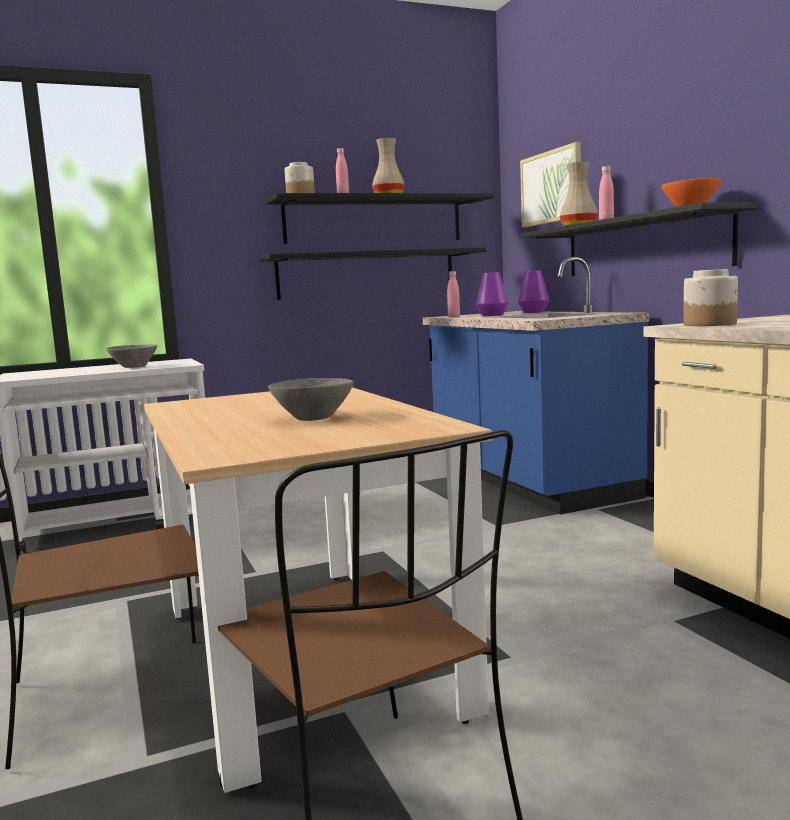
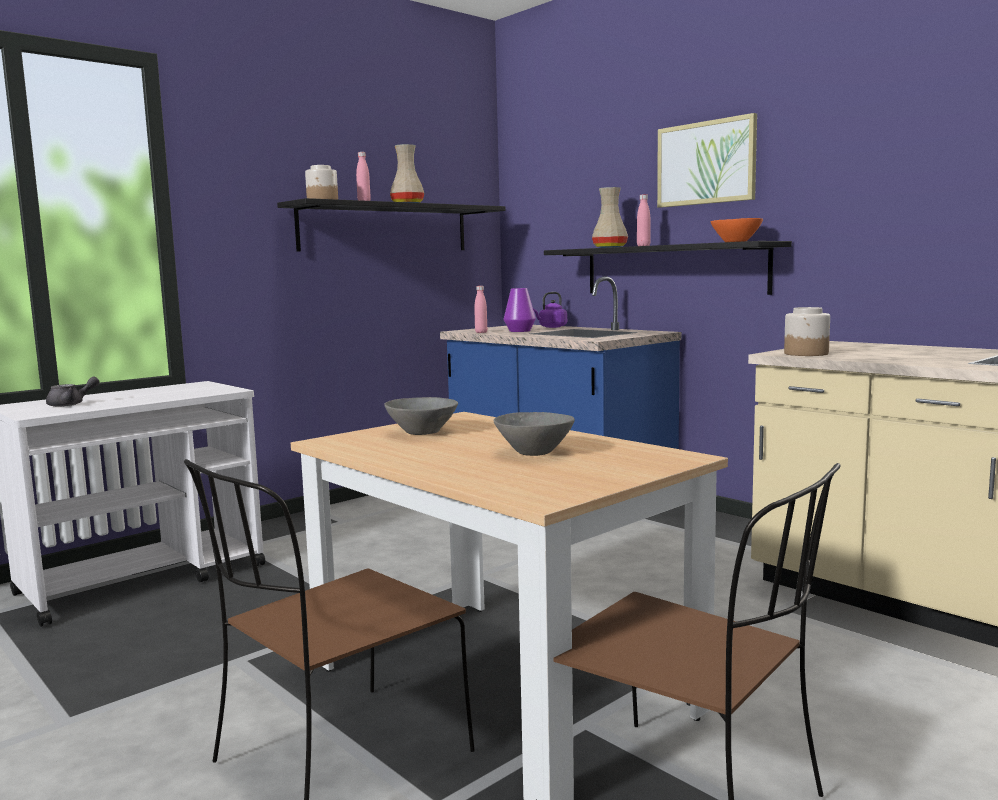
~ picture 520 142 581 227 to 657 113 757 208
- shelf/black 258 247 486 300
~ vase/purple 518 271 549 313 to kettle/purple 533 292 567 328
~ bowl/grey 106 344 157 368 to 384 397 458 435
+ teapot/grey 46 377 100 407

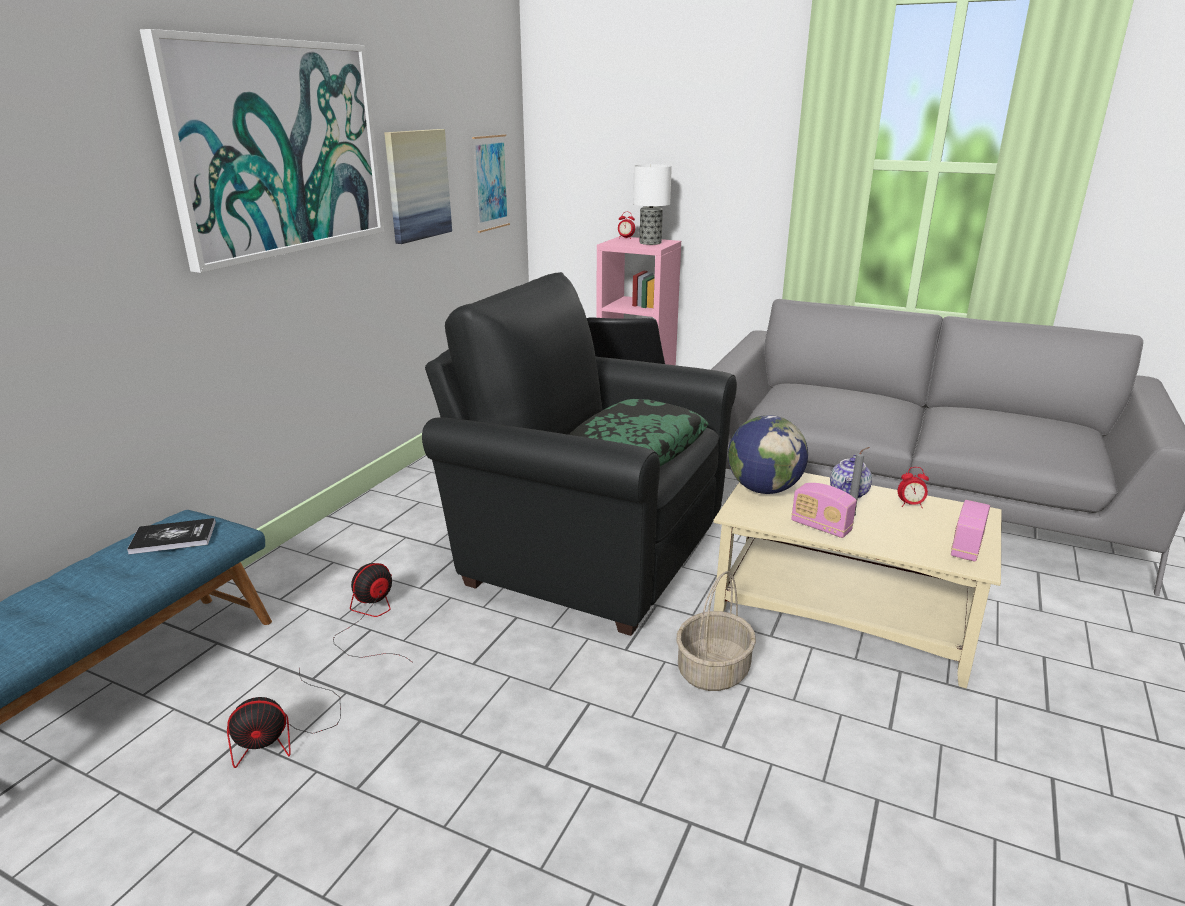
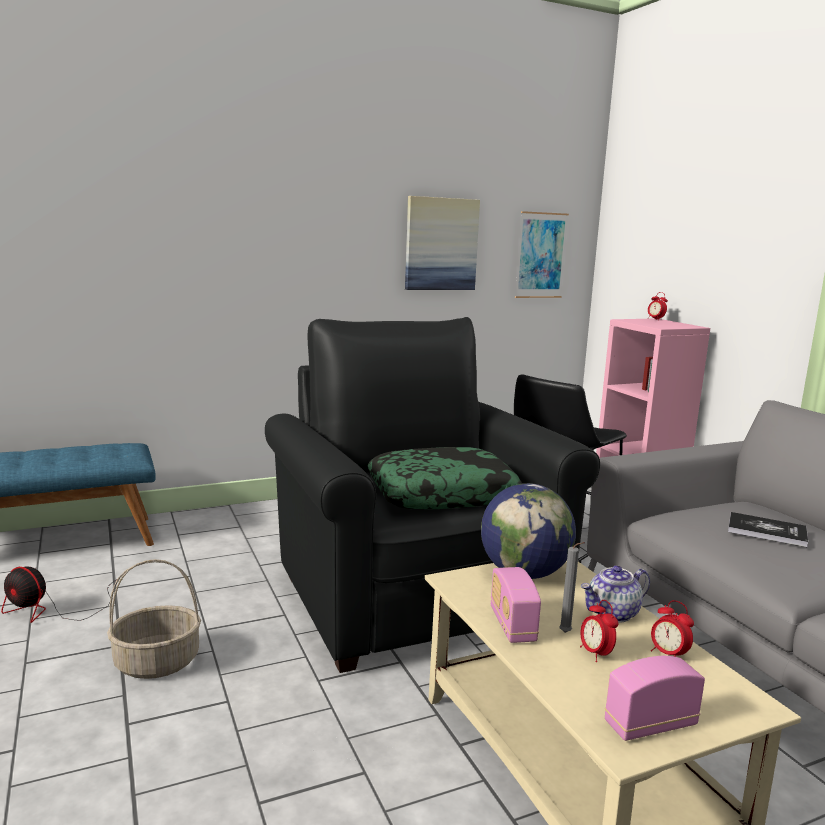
- picture 140 29 384 273
- table lamp 633 164 672 245
~ book 127 518 216 555 to 728 512 808 547
- fan 333 563 413 663
~ basket 676 571 756 691 to 107 559 201 679
+ alarm clock 580 600 618 662

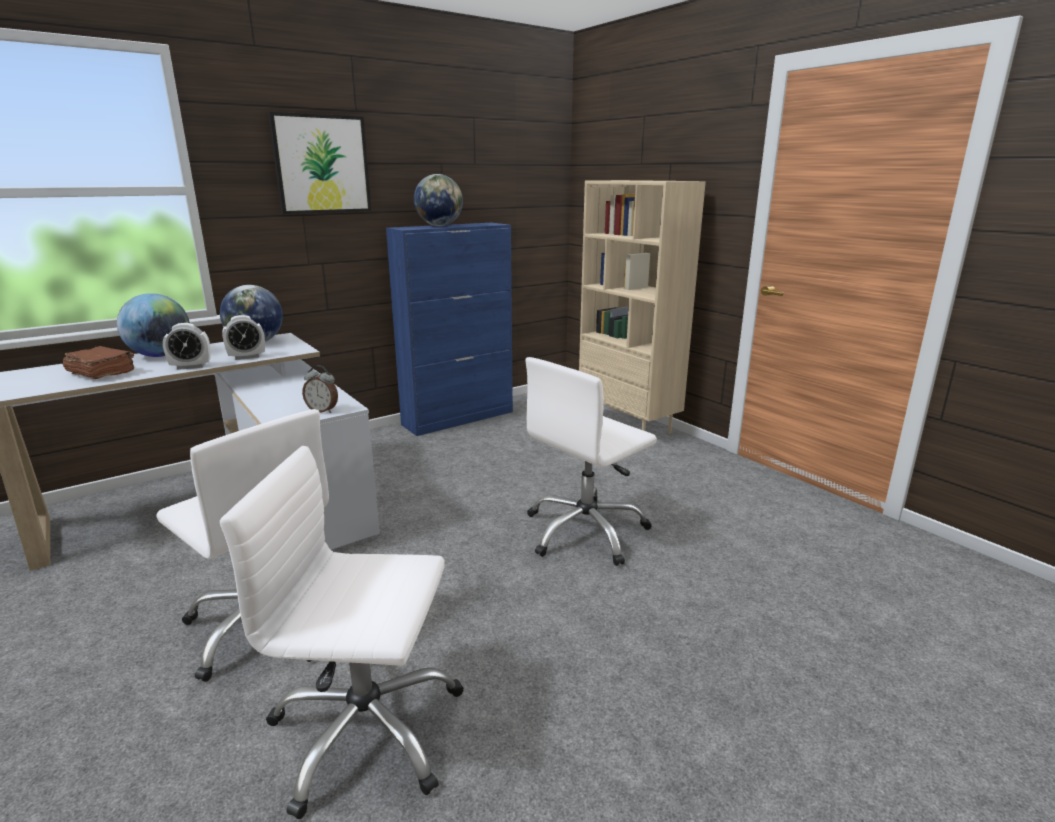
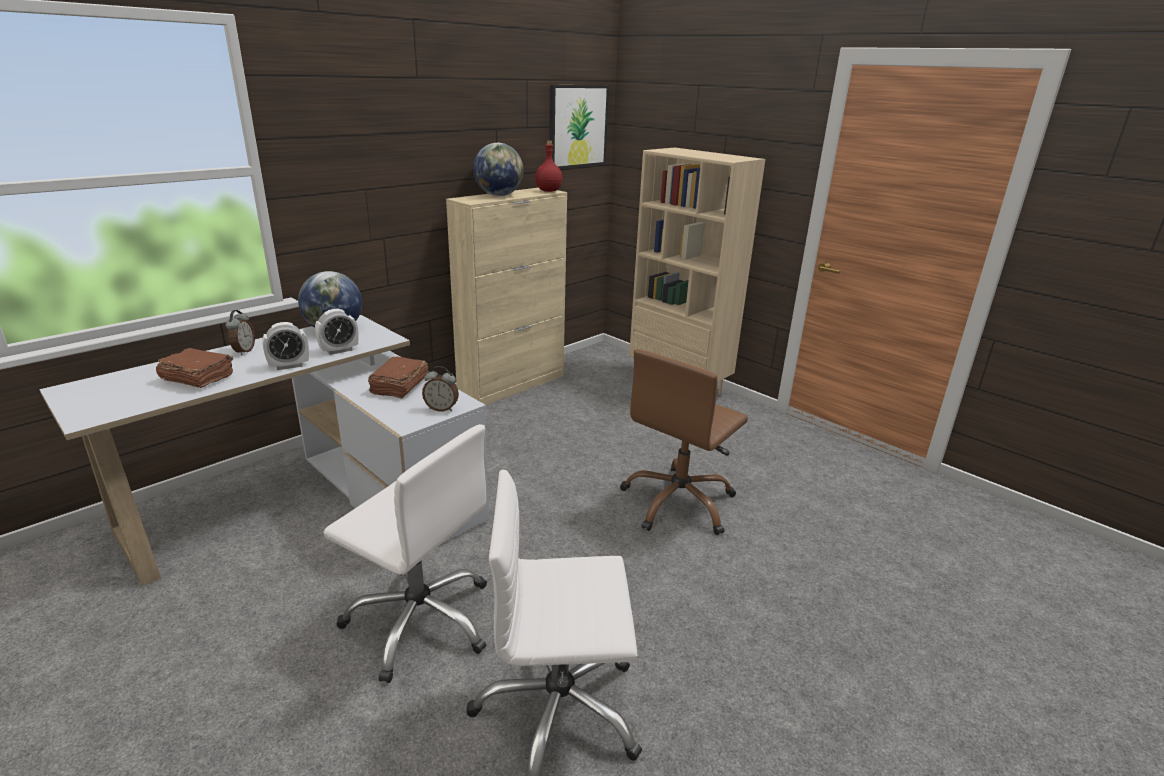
~ picture 268 112 372 214 to 549 85 609 169
~ cabinet/blue 386 223 513 436 to cabinet/beige 446 188 567 405
~ globe 117 293 190 357 to alarm clock 226 310 255 355
~ office chair/white 525 357 657 566 to office chair/brown 620 349 748 535
+ bottle/red 535 141 563 192
+ book/brown 368 356 428 399

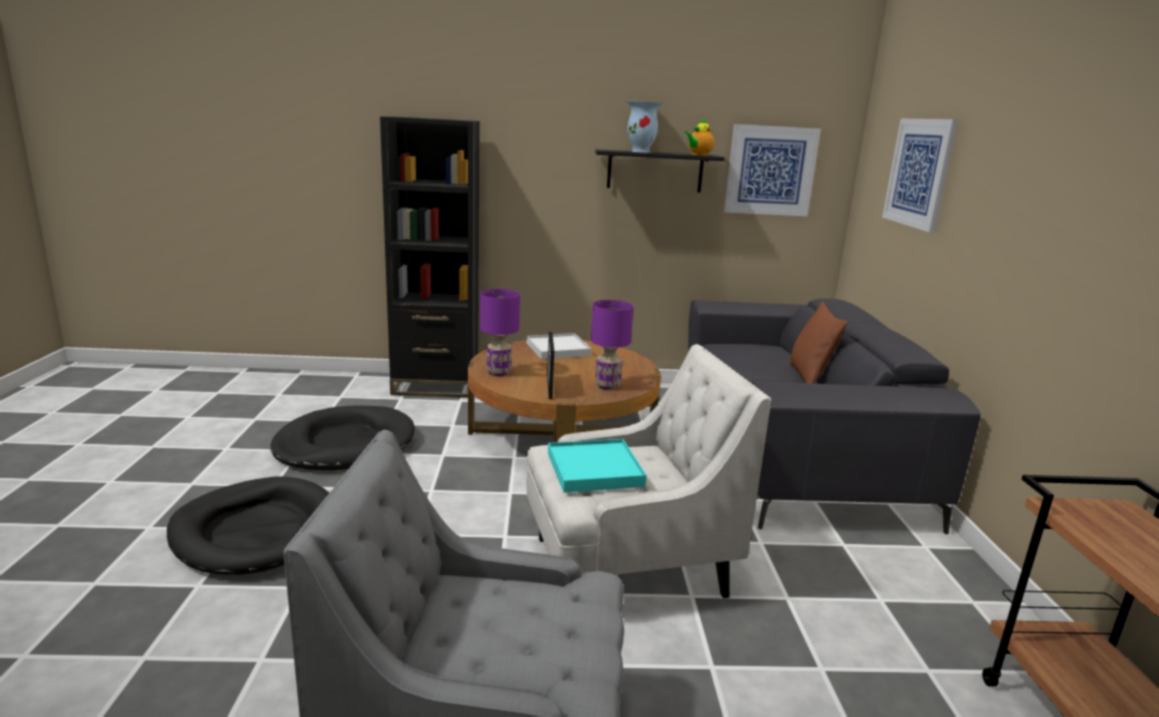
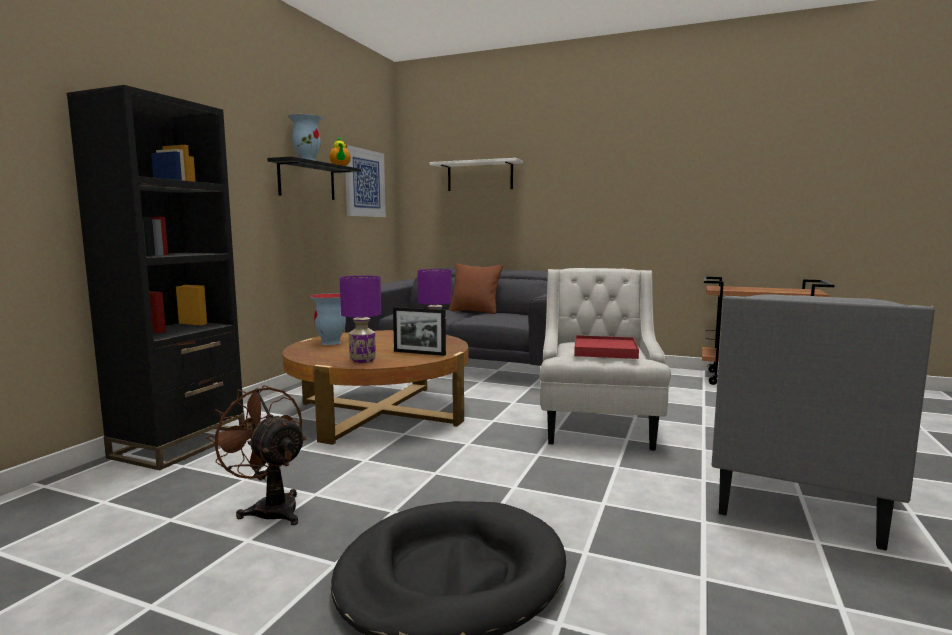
~ picture 882 119 958 233 to shelf/white 430 158 523 191
~ tray/white 527 333 592 360 to vase 310 294 346 345
~ dog bed/black 270 405 415 470 to fan/brown 206 385 306 525
~ tray/turquoise 548 439 647 493 to tray/red 574 335 639 359

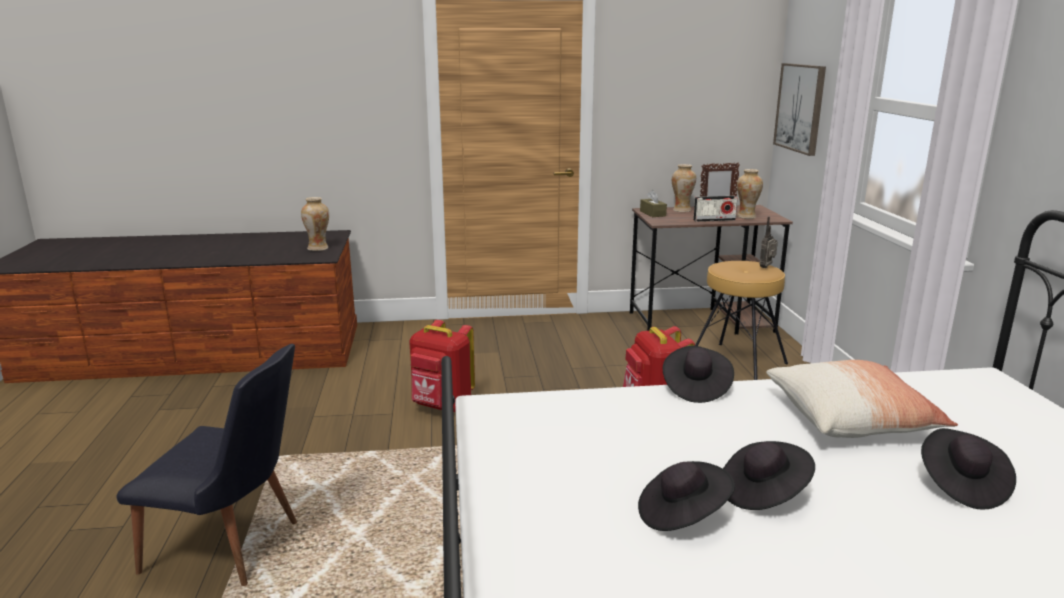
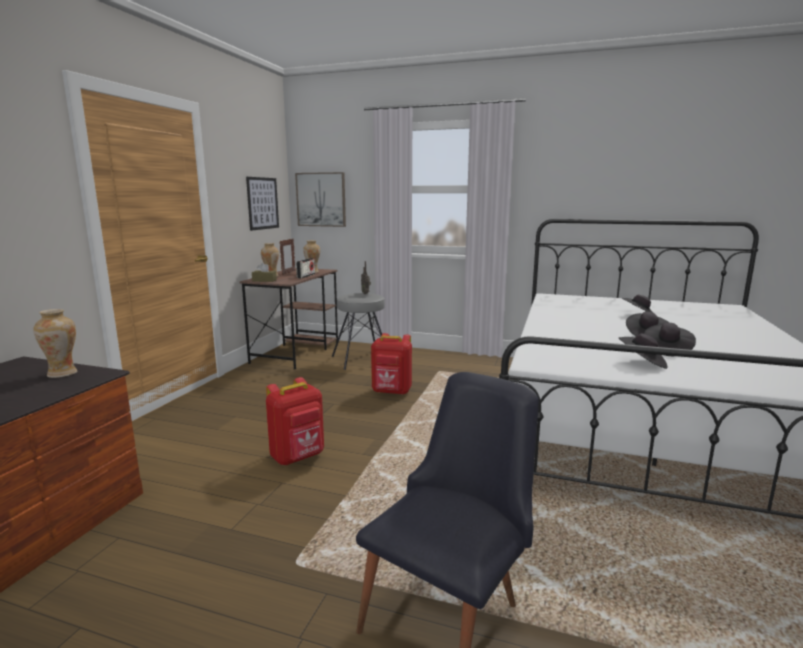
~ stool/brown 695 261 788 380 to stool/grey 332 293 385 370
~ hat/black 663 346 734 403 to 619 334 668 369
- pillow 766 360 958 438
+ picture 246 177 279 231

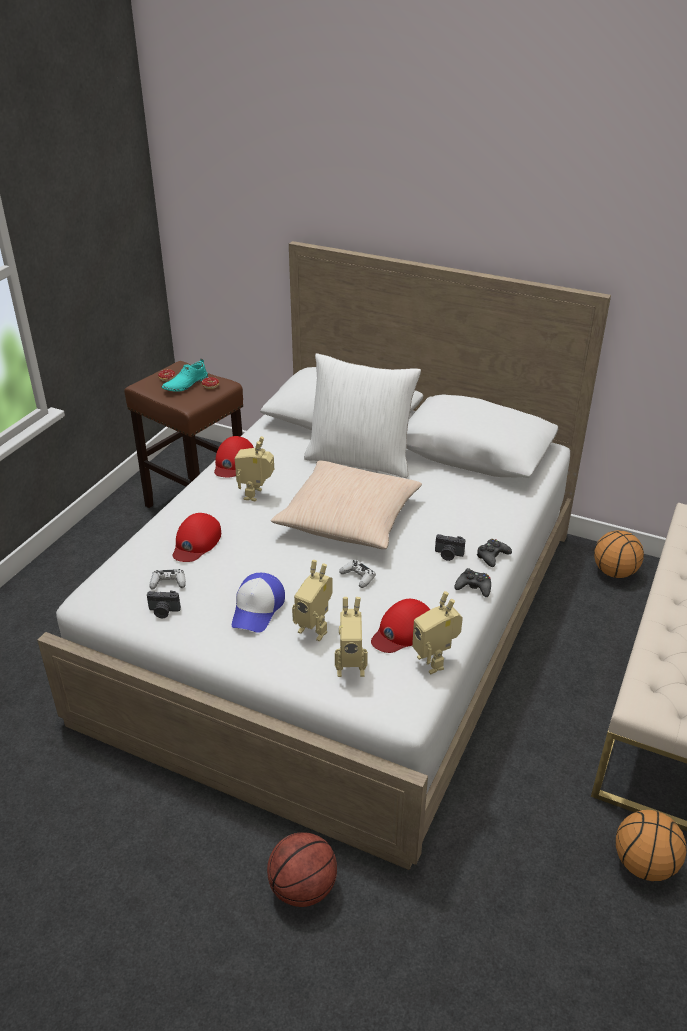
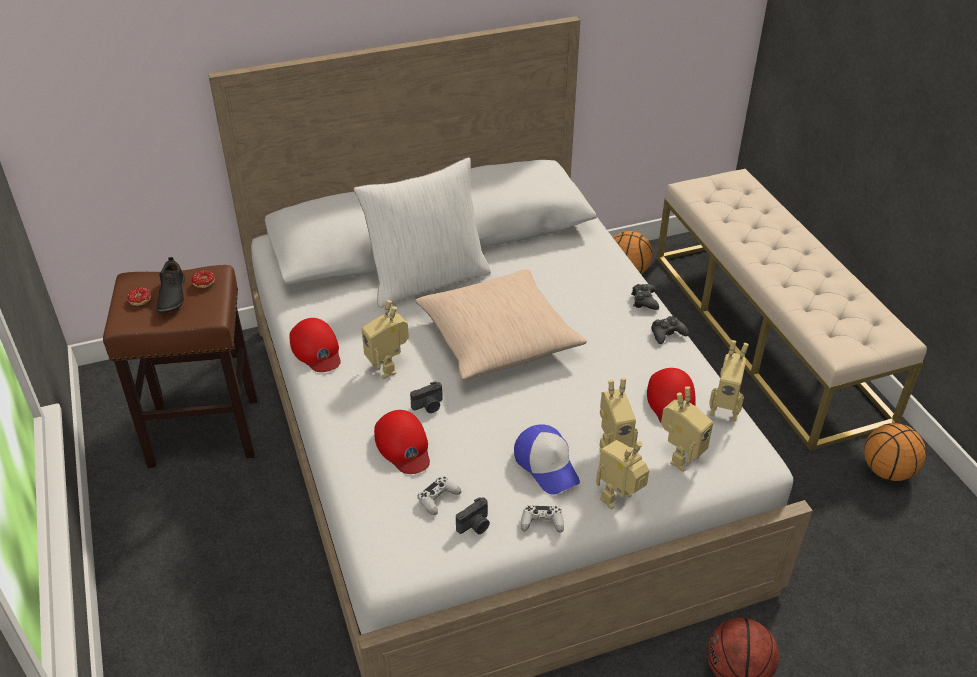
~ shoe/turquoise 162 359 208 392 to shoe/black 156 257 185 313
~ photo camera 435 534 465 561 to 410 381 443 413
~ game controller/white 339 560 376 588 to 521 505 564 533
+ toy robot 596 440 649 509

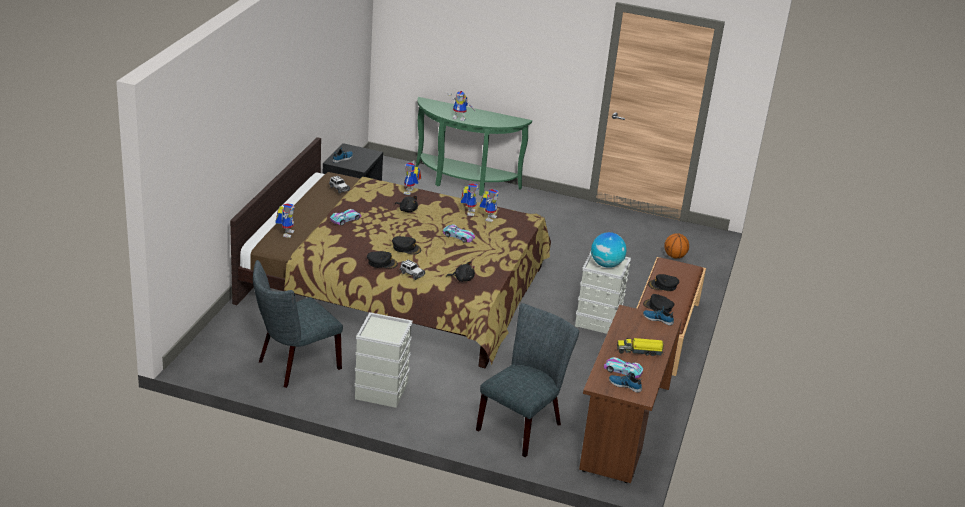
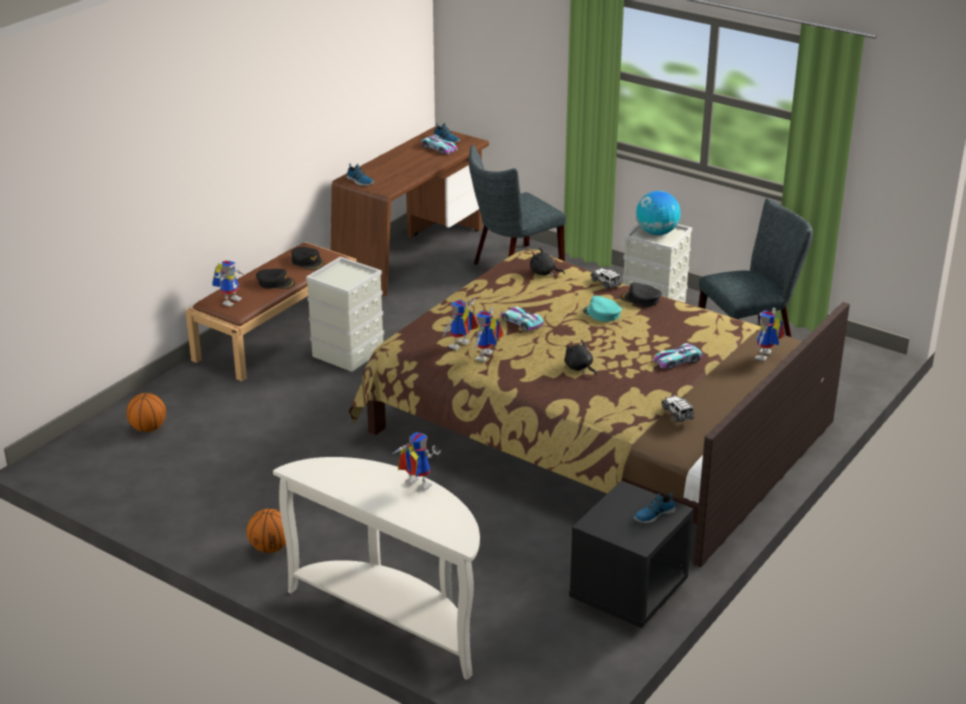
~ console table/green 416 97 532 196 to console table/white 273 457 480 680
~ toy robot 403 161 421 195 to 212 261 244 307
~ globe 591 232 626 268 to 636 191 680 235
~ cap/black 392 236 421 255 to cap/turquoise 582 295 622 322
- toy truck 617 338 664 356
+ basketball 247 509 286 553

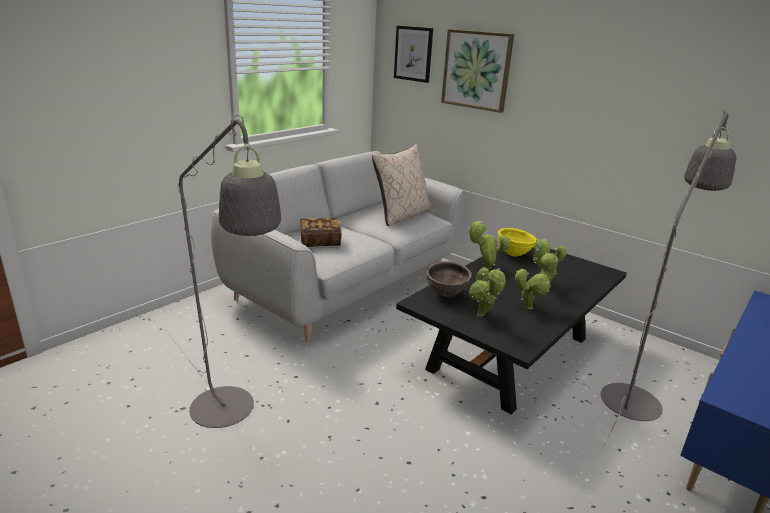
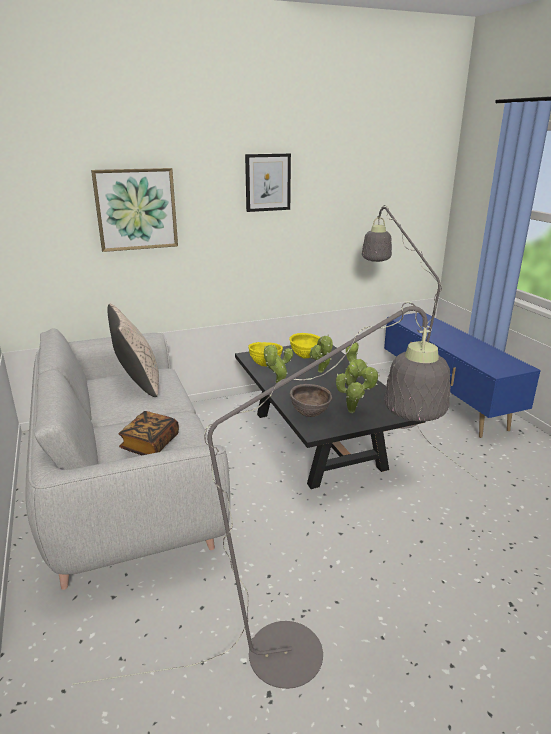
~ picture 394 26 433 83 to 245 153 291 212
+ bowl/yellow 289 333 320 359

